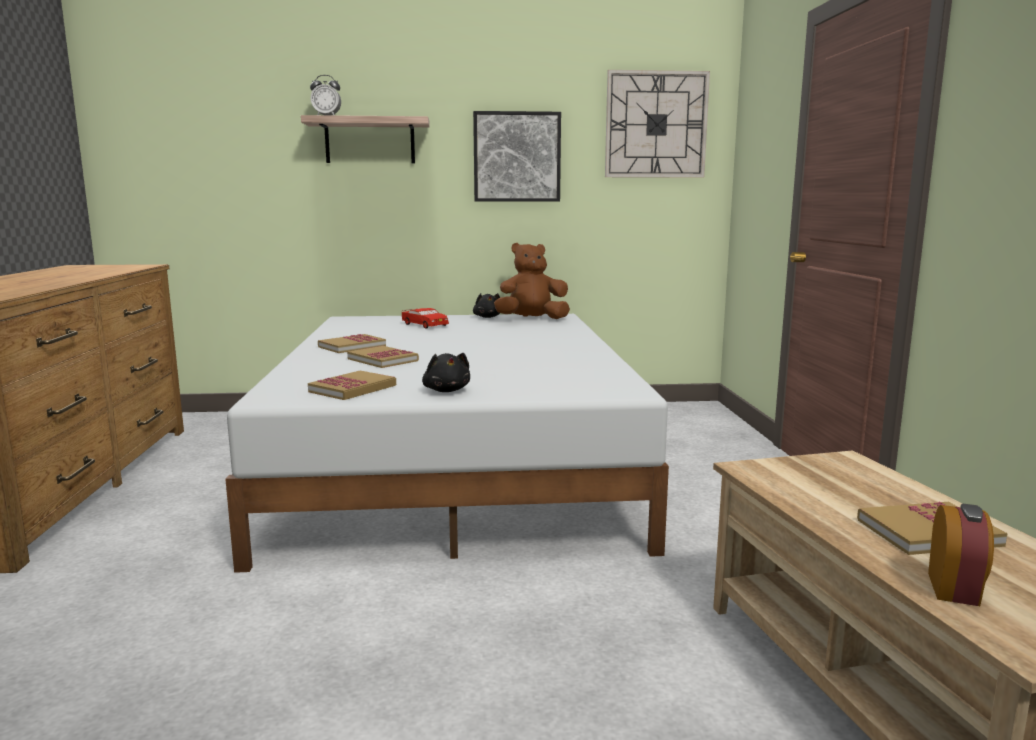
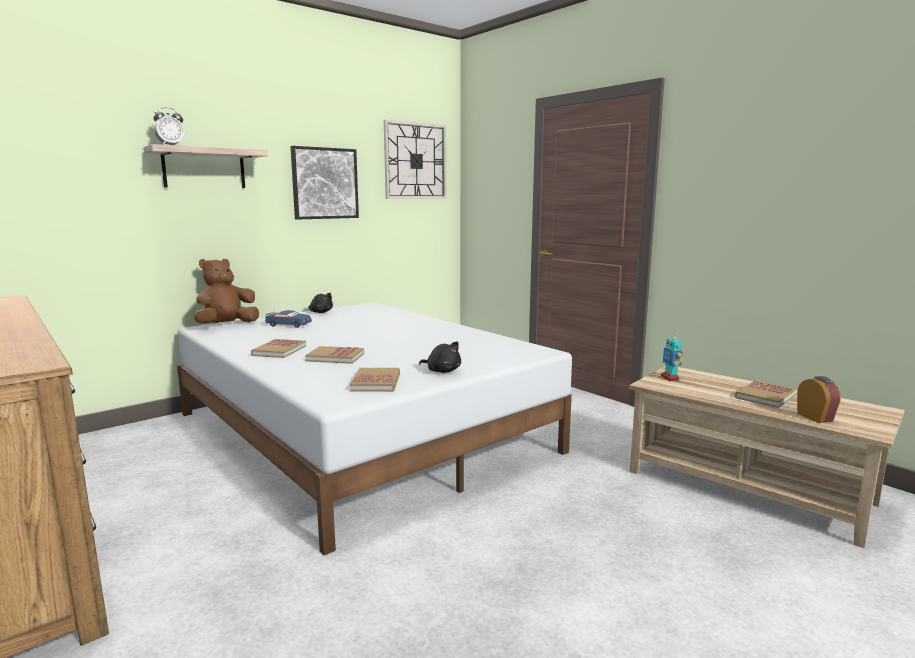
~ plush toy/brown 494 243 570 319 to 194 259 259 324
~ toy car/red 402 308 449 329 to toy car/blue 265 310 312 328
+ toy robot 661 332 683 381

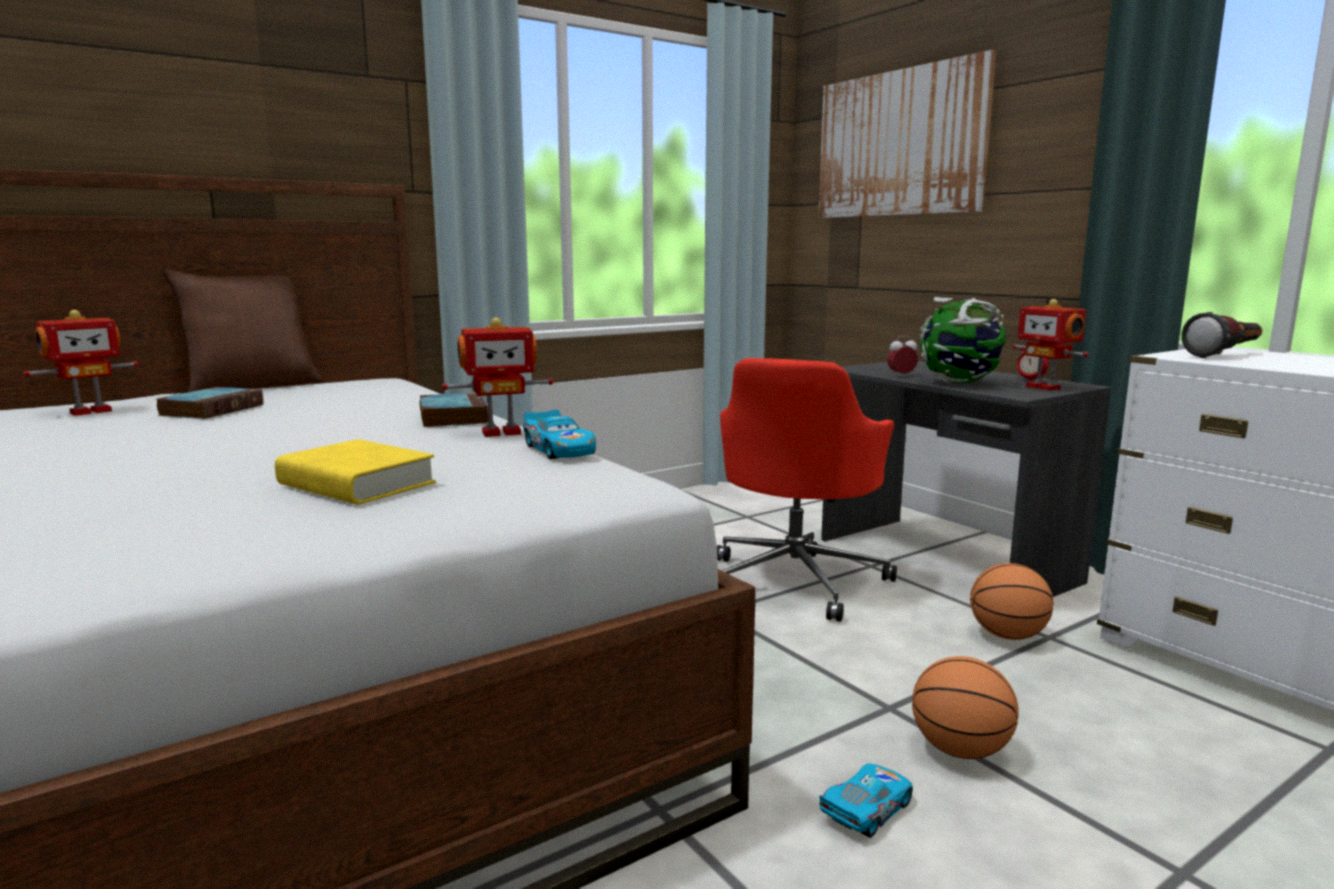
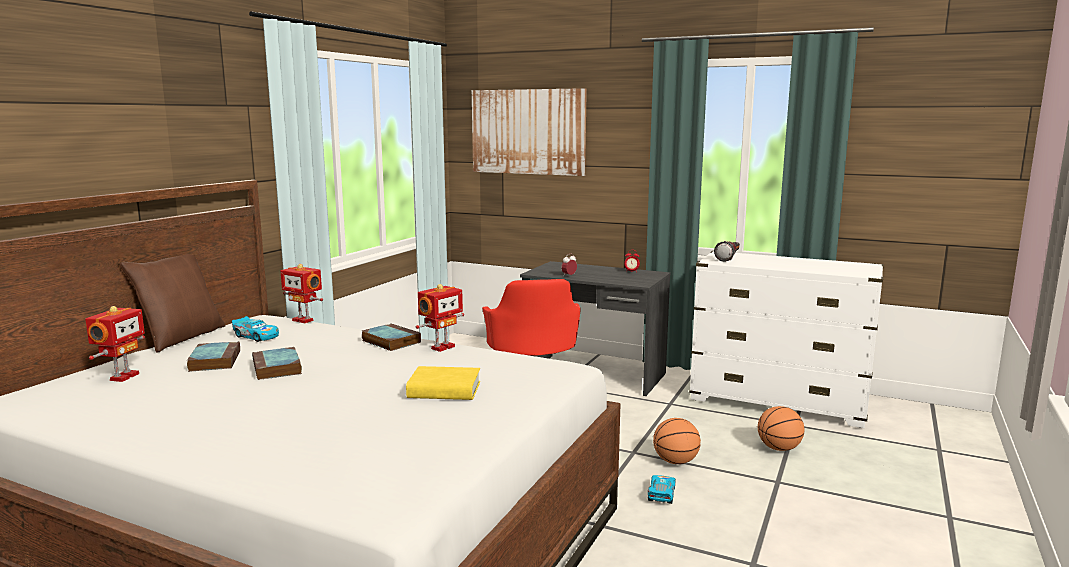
- globe 920 297 1006 383
~ toy robot 1013 299 1088 391 to 281 264 323 323
~ toy car 523 409 596 459 to 232 316 279 342
~ basketball 970 563 1054 640 to 758 406 805 451
+ book 252 347 302 380

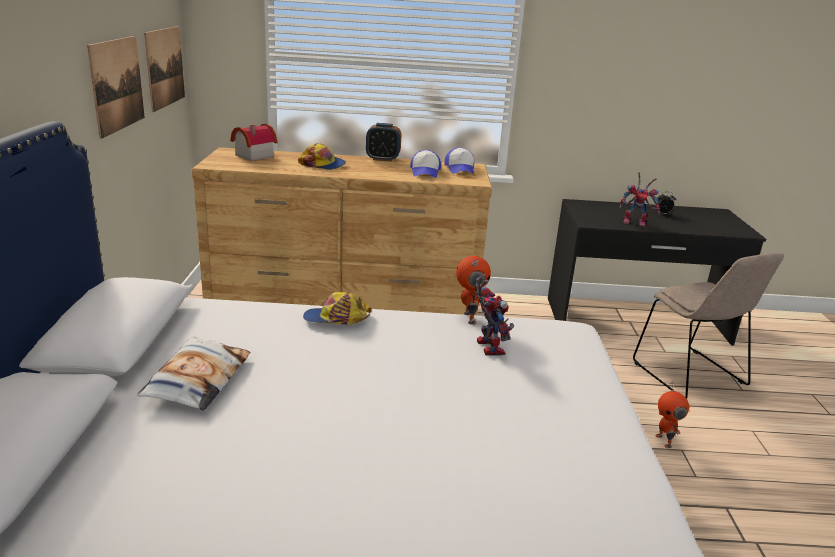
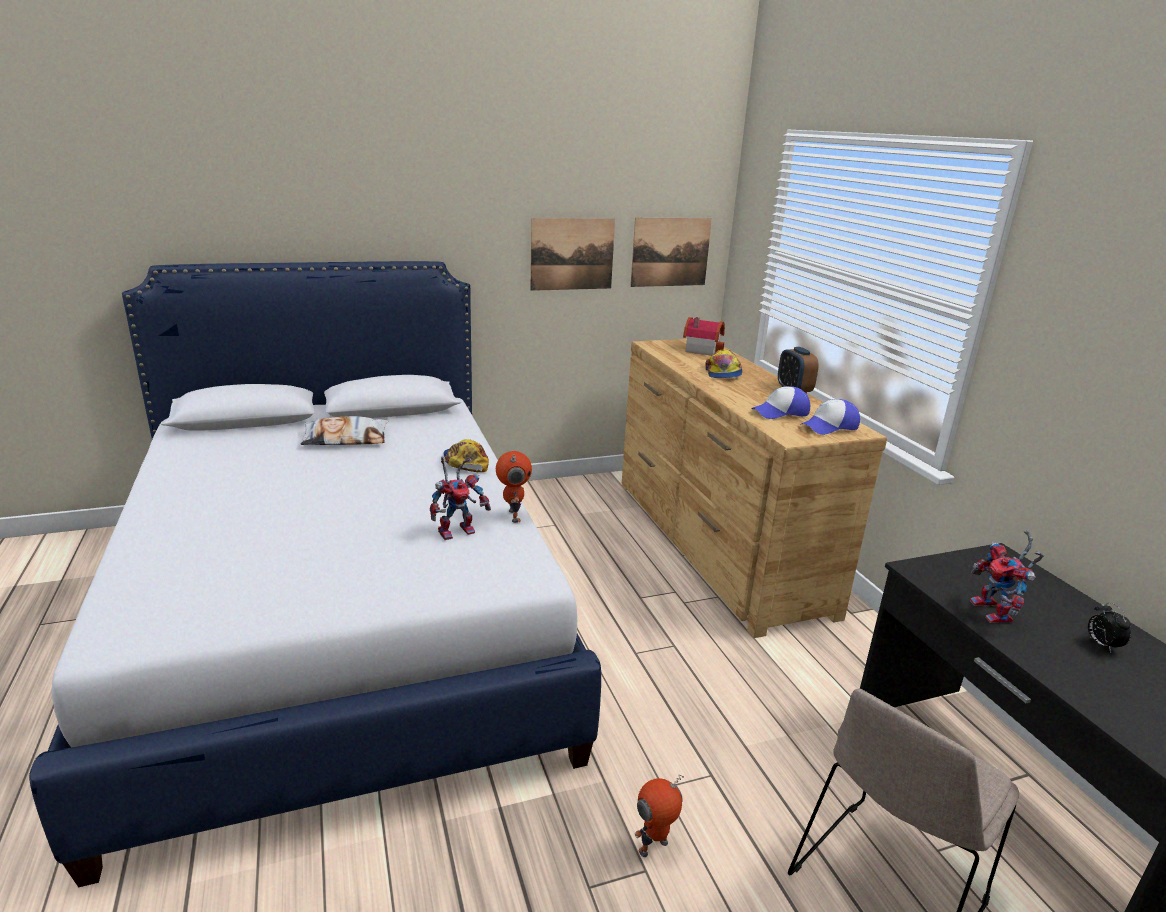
~ toy robot 456 256 491 325 = 496 451 532 523 75 degrees counterclockwise

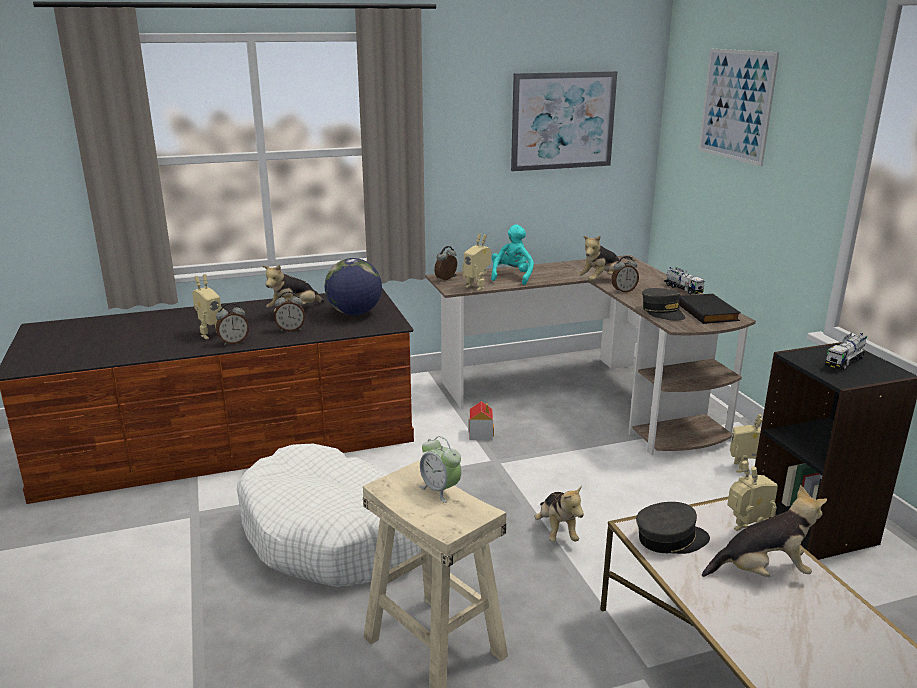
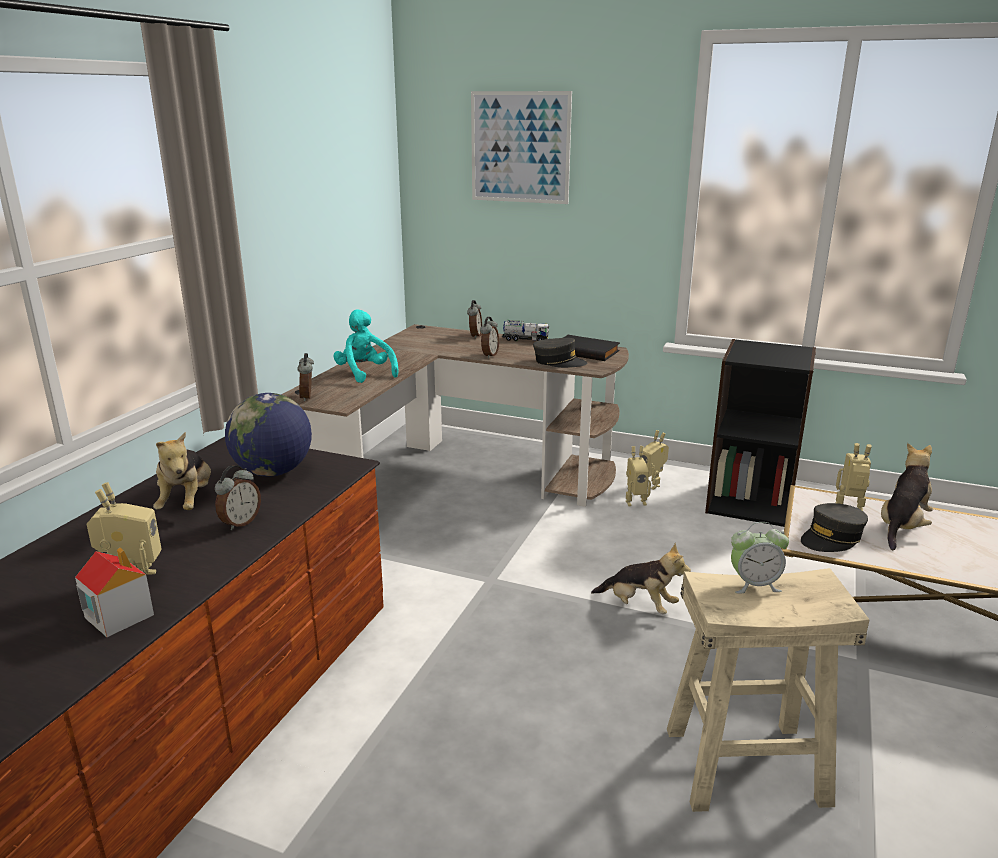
- picture 511 71 617 171
~ toy robot 463 233 491 291 to 626 446 651 506
- plush toy 578 236 619 281
~ alarm clock 216 303 249 345 to 467 300 482 339
- toy truck 825 333 867 370
~ toy house 468 401 494 440 to 75 548 154 637
- dog bed/white 237 444 421 587
~ cap/grey 636 502 710 554 = 801 503 868 552 150 degrees counterclockwise

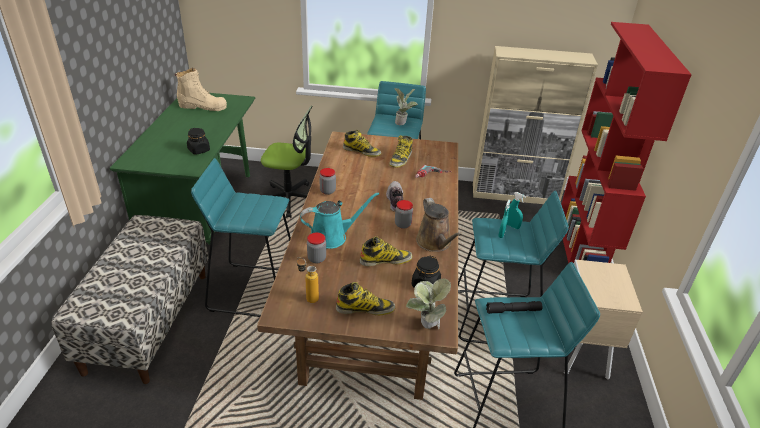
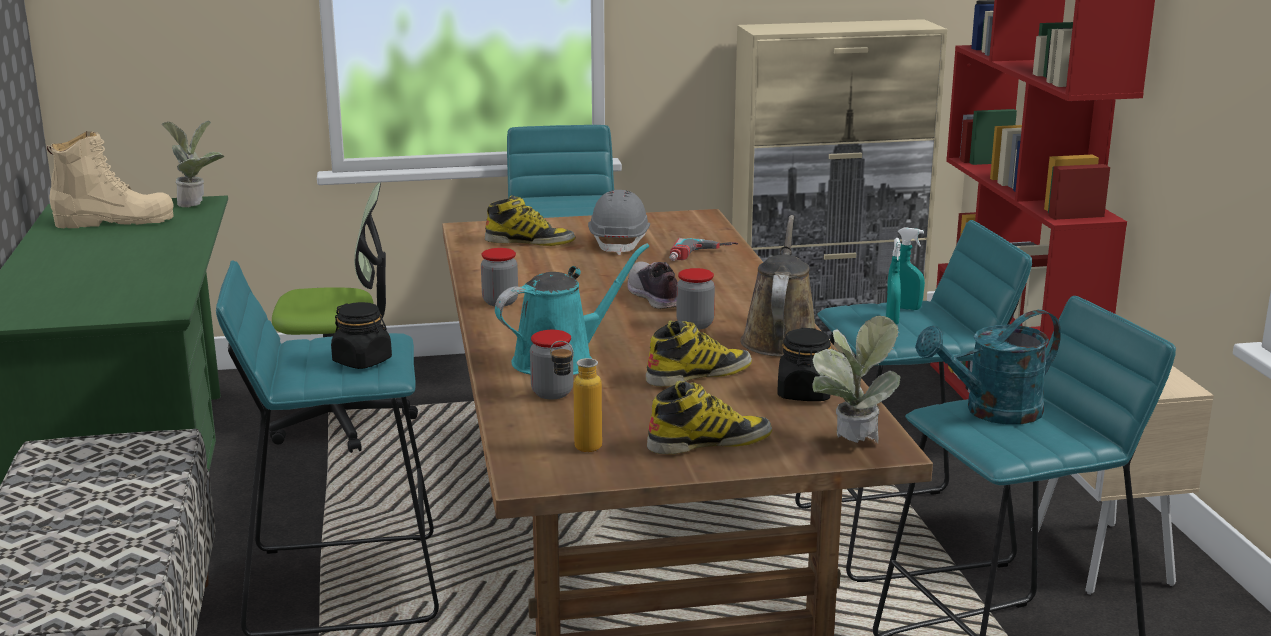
~ potted plant 395 87 418 125 to 161 121 224 207
~ jar/black 187 128 210 155 to 331 302 392 369
~ boot 389 135 413 168 to hard hat/grey 588 190 650 255
~ watering can/brown 416 198 462 252 = 740 215 815 357 135 degrees counterclockwise
~ flashlight/black 486 301 542 314 to watering can/turquoise 915 310 1061 425

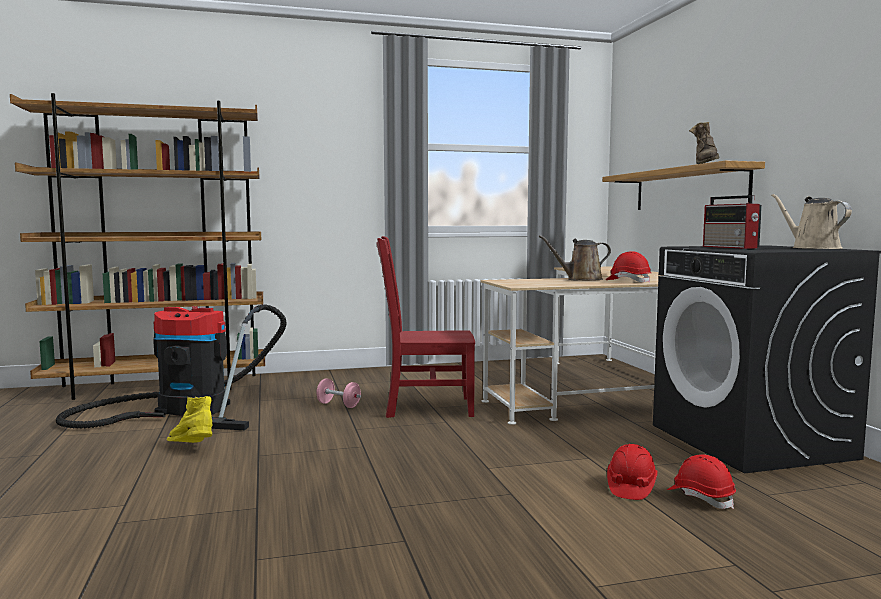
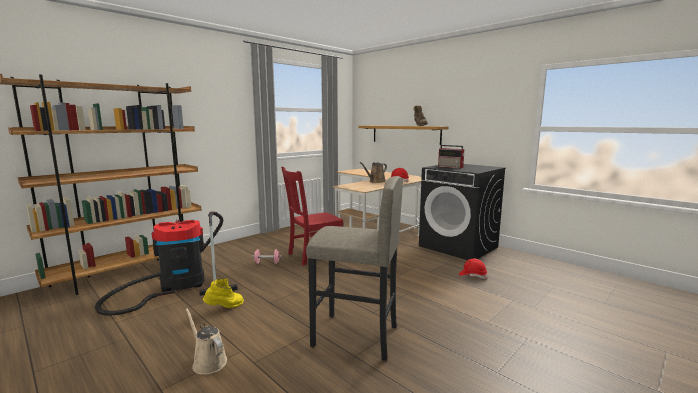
~ watering can/beige 771 194 852 249 to 185 308 227 375
~ boot/yellow 167 396 212 443 = 203 278 244 308 135 degrees clockwise
- hard hat/red 607 444 658 500
+ stool/grey 306 176 403 361

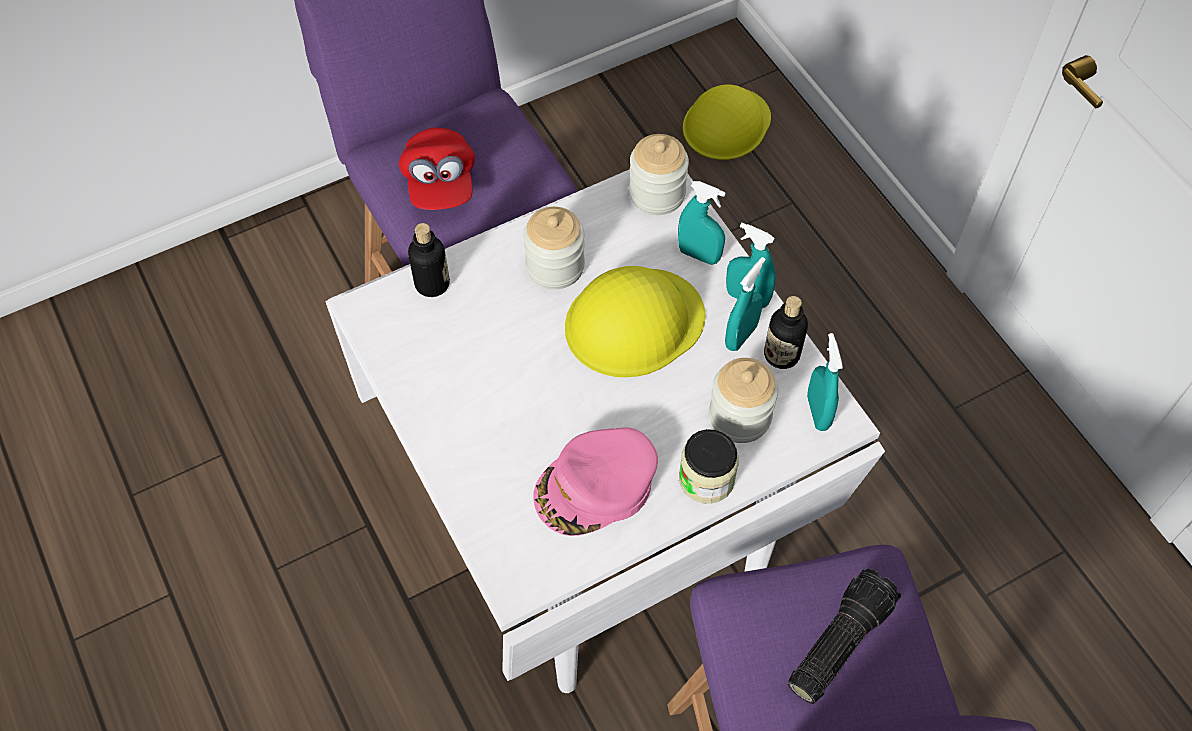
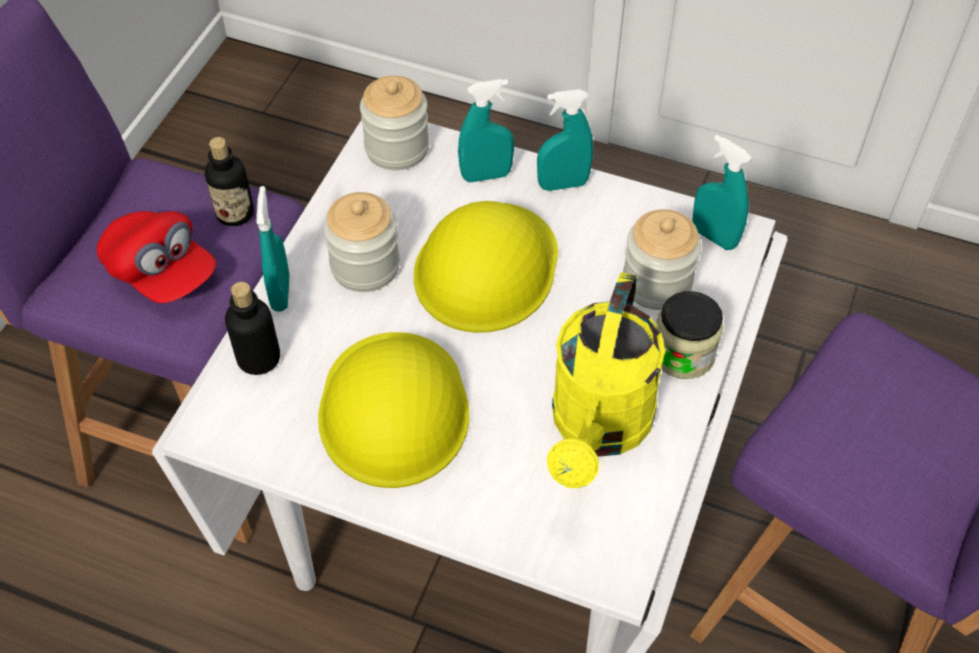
~ hard hat/yellow 683 84 771 160 to 318 332 469 488
~ spray bottle/turquoise 725 257 766 351 to 257 186 289 312
~ bottle 764 296 808 369 to 205 137 254 226
~ cap/pink 534 427 658 536 to watering can/yellow 547 272 665 488
- flashlight 787 568 901 704

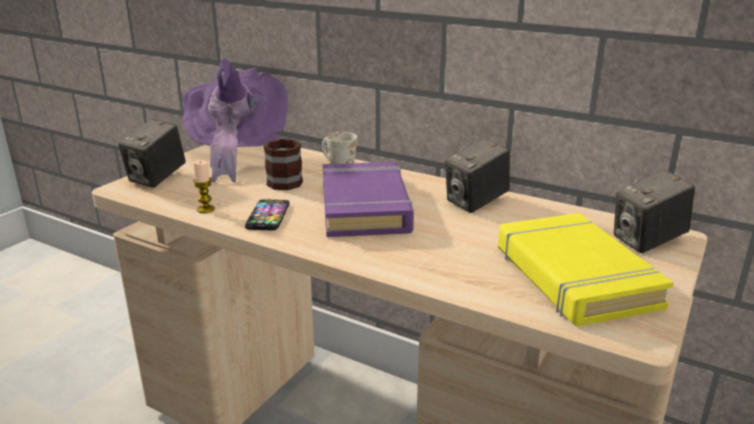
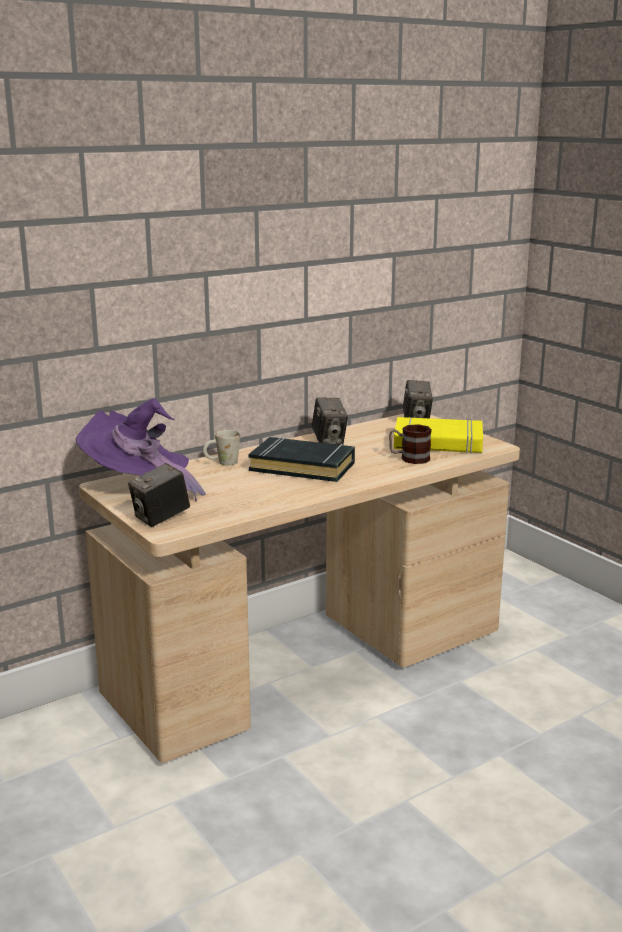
~ photo camera 118 119 186 188 = 128 463 190 527 90 degrees clockwise
~ mug 264 138 303 190 to 389 424 432 464
- candle 193 160 215 213
~ book/purple 323 162 414 237 to book/black 248 437 355 482
- phone 245 200 289 230

